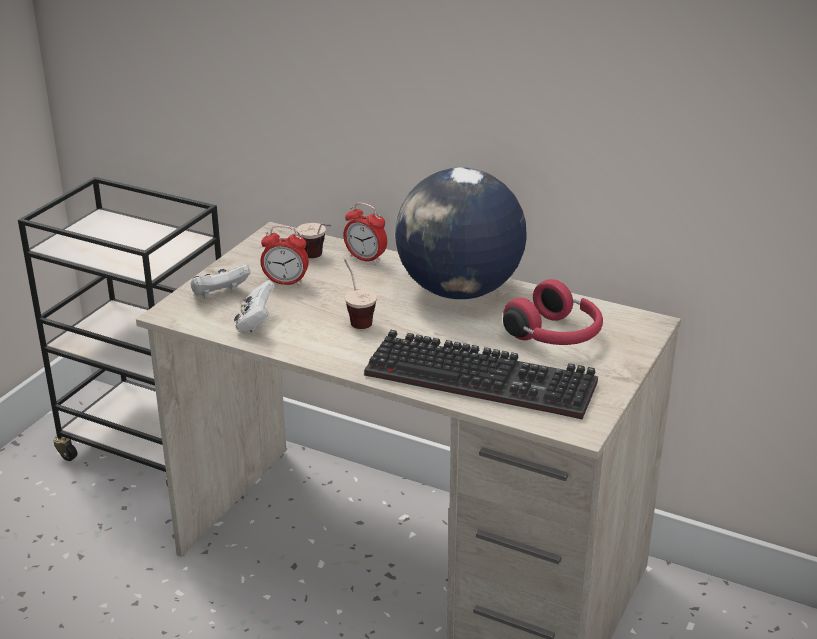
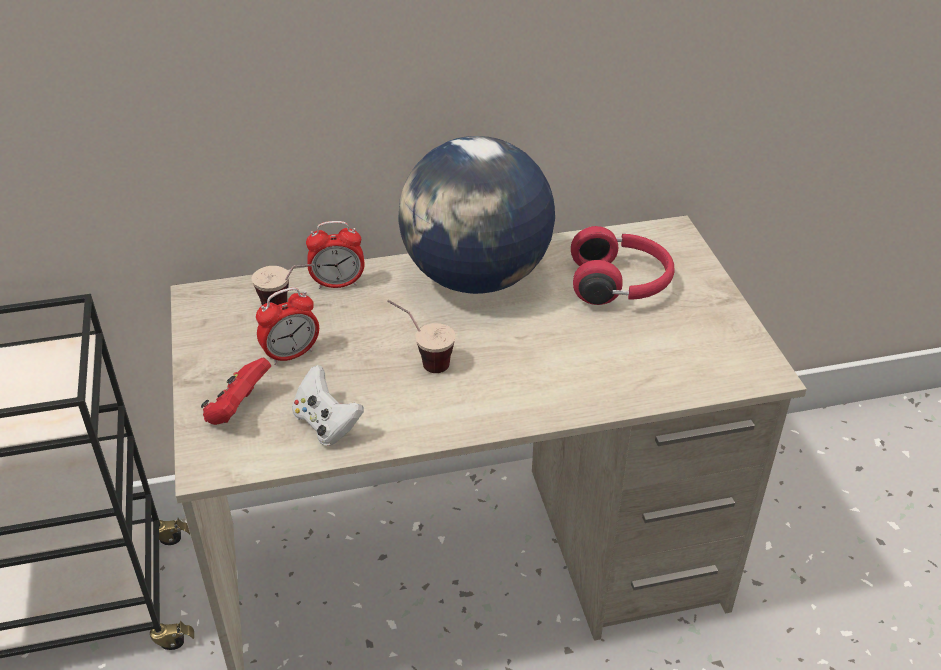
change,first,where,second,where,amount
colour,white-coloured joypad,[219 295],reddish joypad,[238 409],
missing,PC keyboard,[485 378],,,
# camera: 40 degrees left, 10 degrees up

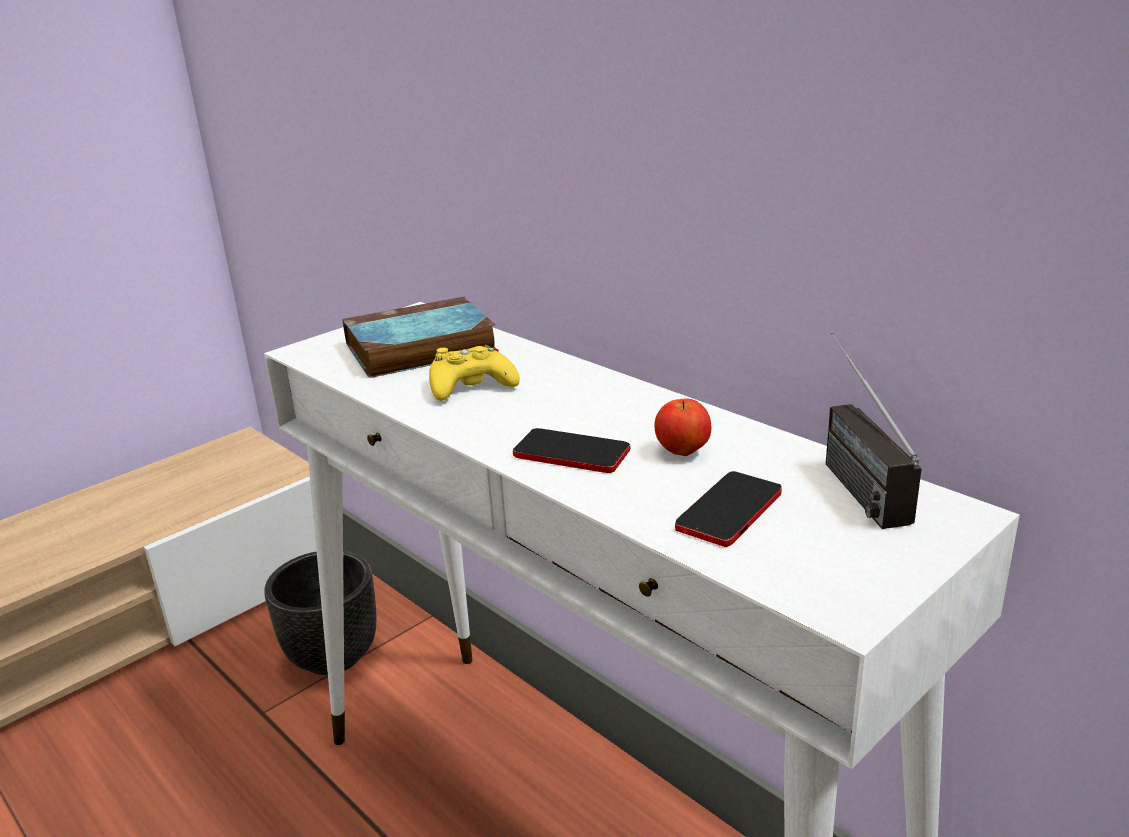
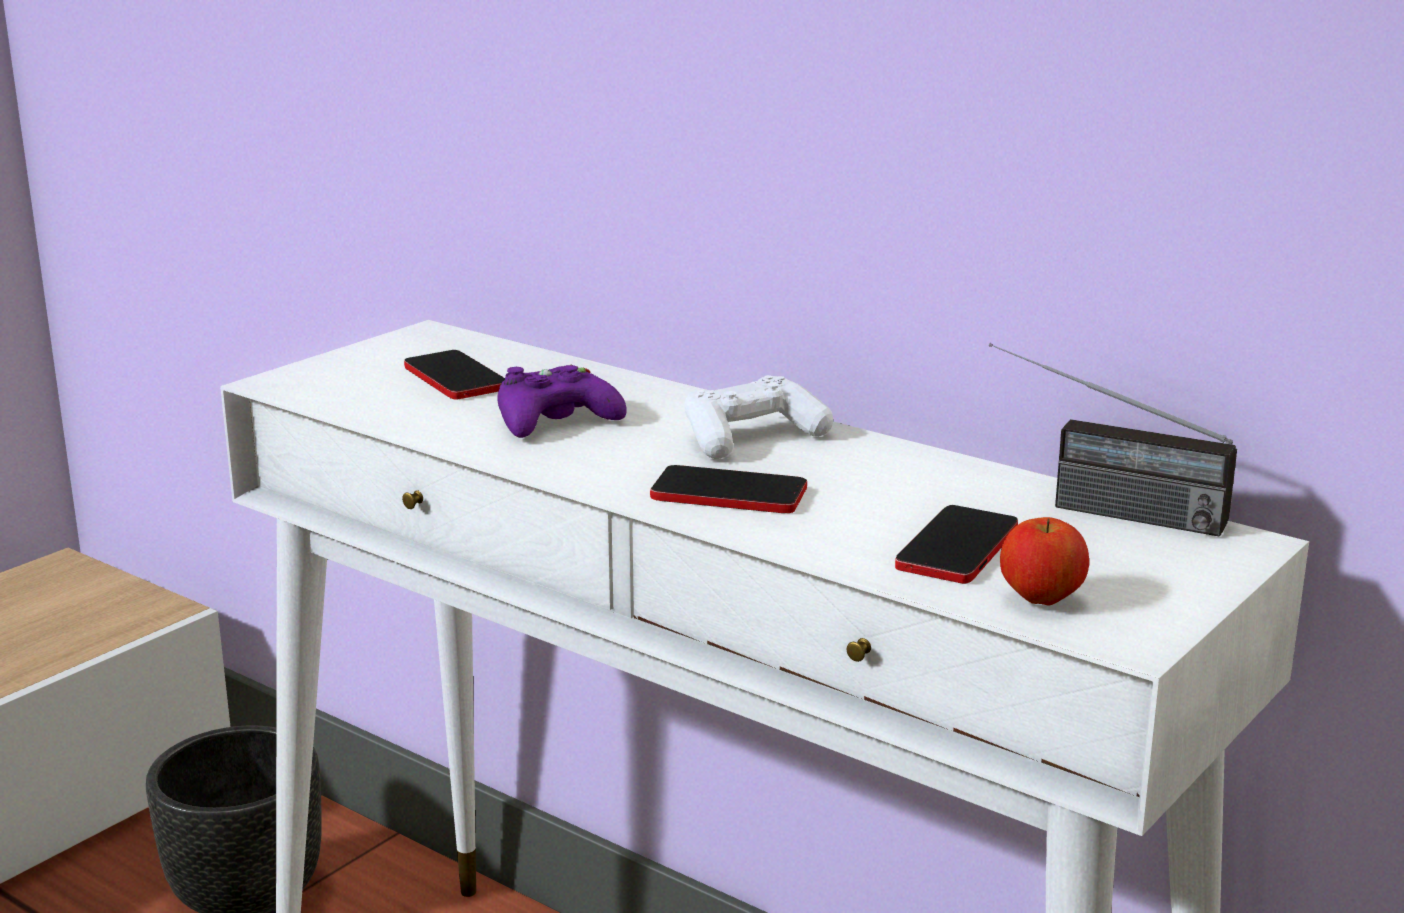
change,first,where,second,where,amount
exchanged,volume,[418 349],handset,[455 378],
colour,yellow joypad,[471 386],purple joypad,[555 421],
relocated,apple,[682 451],,[1041 599],
spun,radio set,[848 476],,[1095 508],45 degrees counterclockwise
appeared,,,white-coloured joypad,[751 437],
# camera: 10 degrees left, 5 degrees down

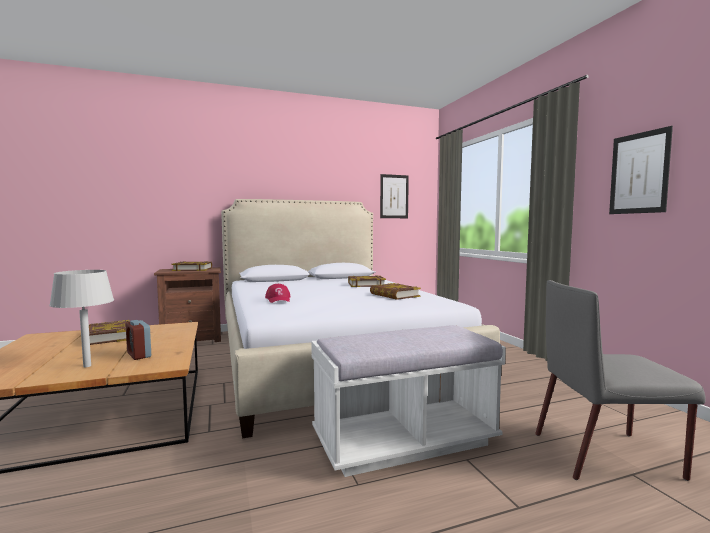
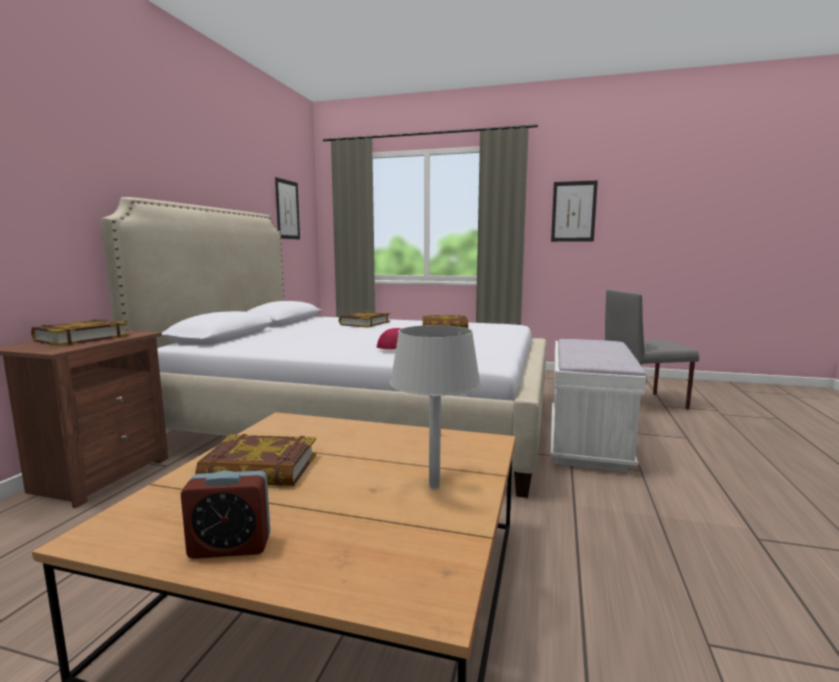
change,first,where,second,where,amount
relocated,bedside clock,[139 355],,[230 547],
spun,gray plain chair,[607 455],,[642 403],45 degrees clockwise
# camera: 55 degrees left, 5 degrees up

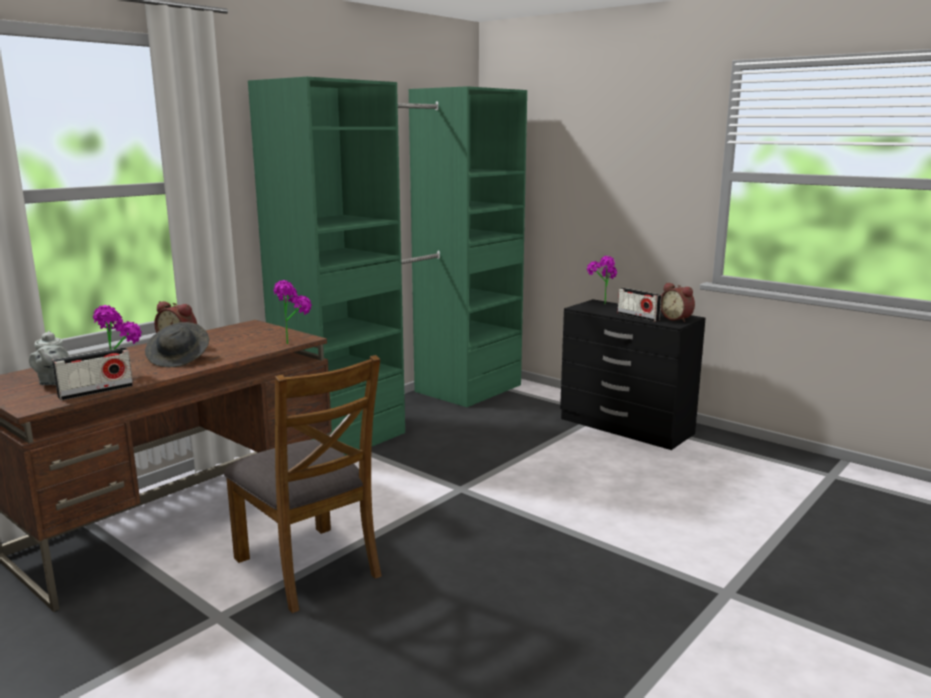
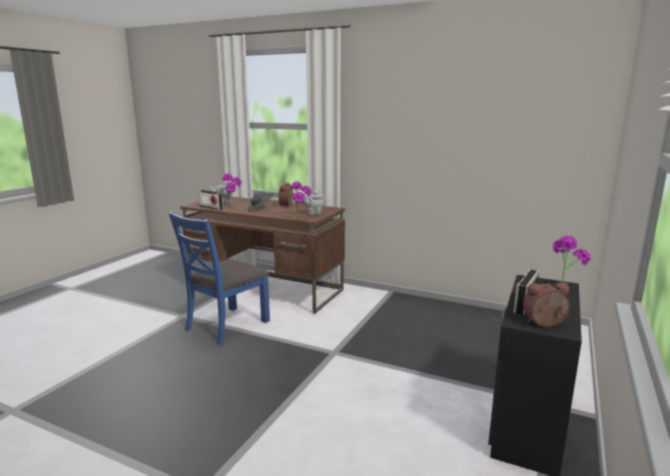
change,first,where,second,where,amount
colour,brown-coloured plain chair,[309 566],blue plain chair,[226 325],
missing,green wardrobe,[411 410],,,
spun,bedside clock,[677 319],,[544 324],45 degrees clockwise
appeared,,,gray teapot,[312 213],
# camera: 75 degrees right, 0 degrees up

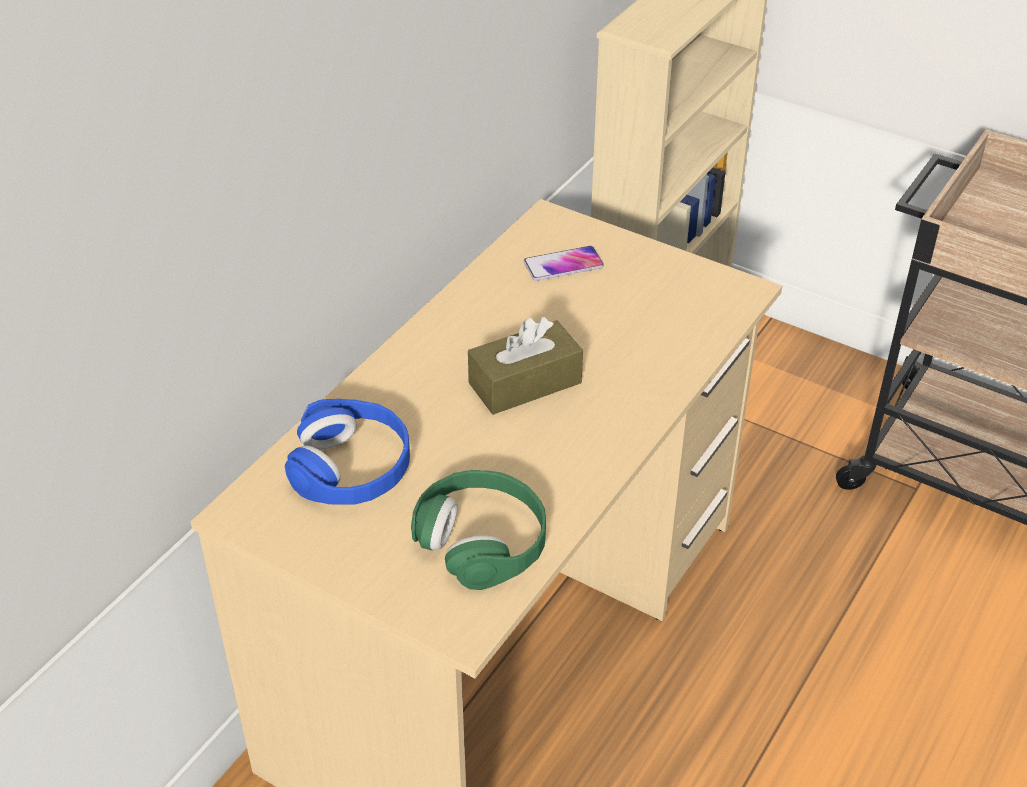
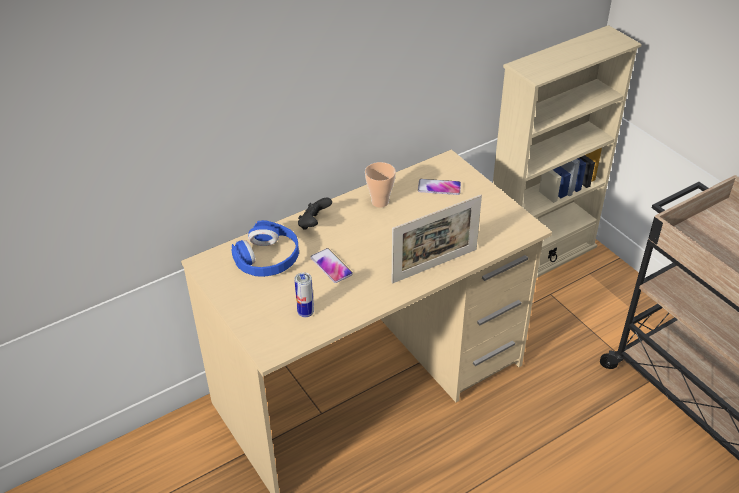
change,first,where,second,where,amount
exchanged,green headphones,[482 540],metal can,[305 312],
missing,brown-coloured tissue holder,[525 383],,,
appeared,,,blackish joypad,[314 224],
appeared,,,handset,[331 266],
appeared,,,small cup,[380 202],
appeared,,,standing frame,[434 266],
# camera: 25 degrees right, 0 degrees up

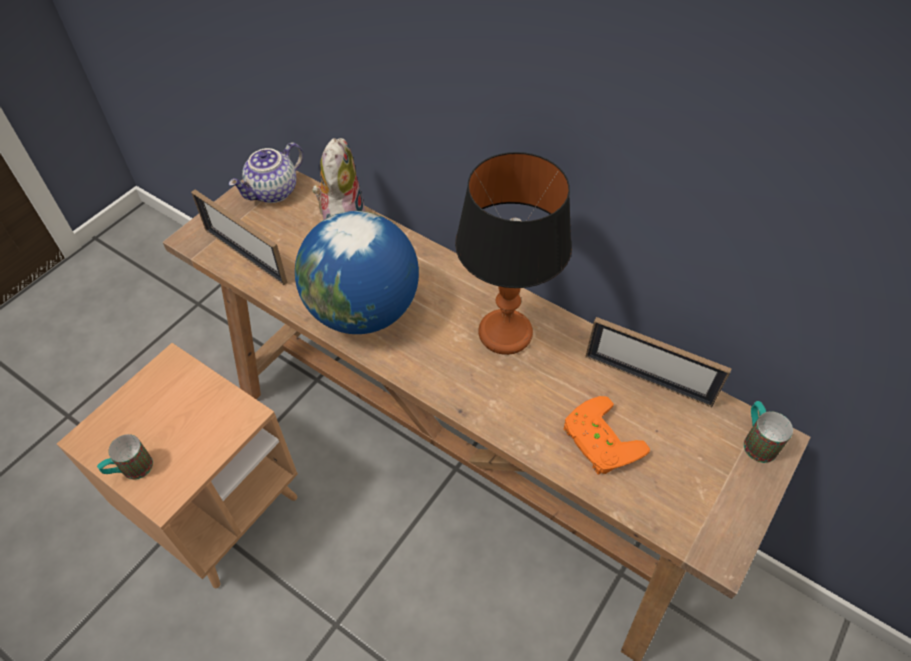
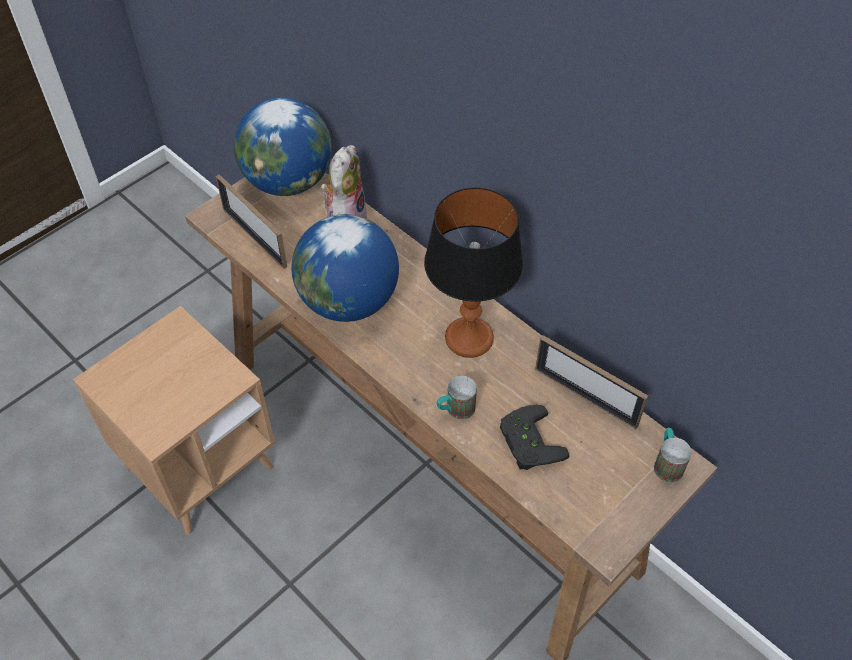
change,first,where,second,where,amount
relocated,coffee mug,[131 470],,[455 410],
exchanged,teapot,[273 192],world globe,[288 181],
colour,orange-coloured joypad,[598 441],blackish joypad,[527 442],
# camera: 10 degrees right, 0 degrees up

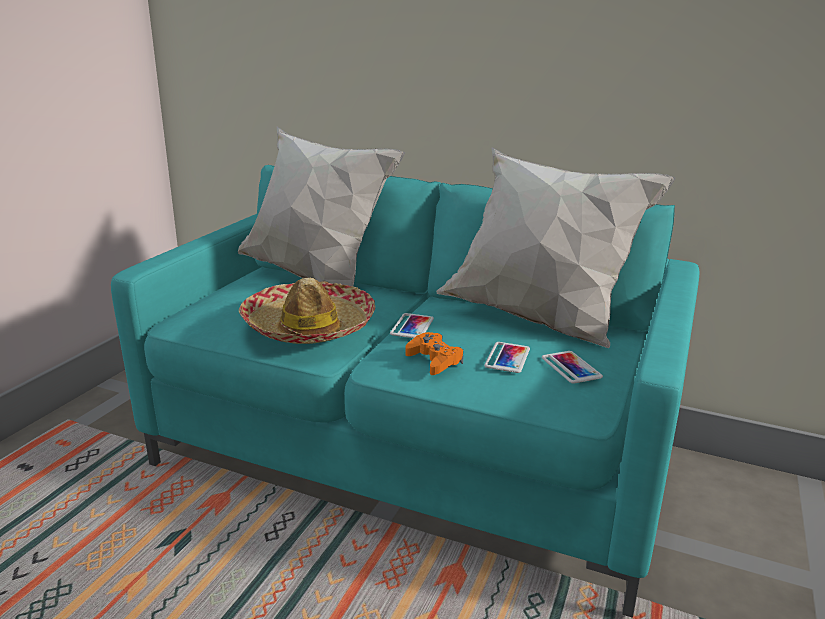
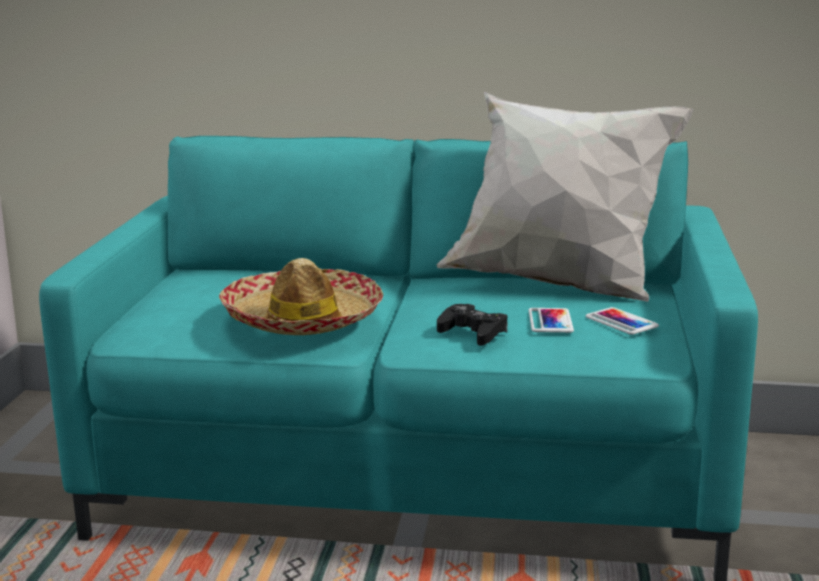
change,first,where,second,where,amount
missing,white-coloured throw pillow,[314 278],,,
missing,handset,[412 326],,,
colour,orange-coloured joypad,[434 360],blackish joypad,[473 333],
# camera: 15 degrees left, 5 degrees down

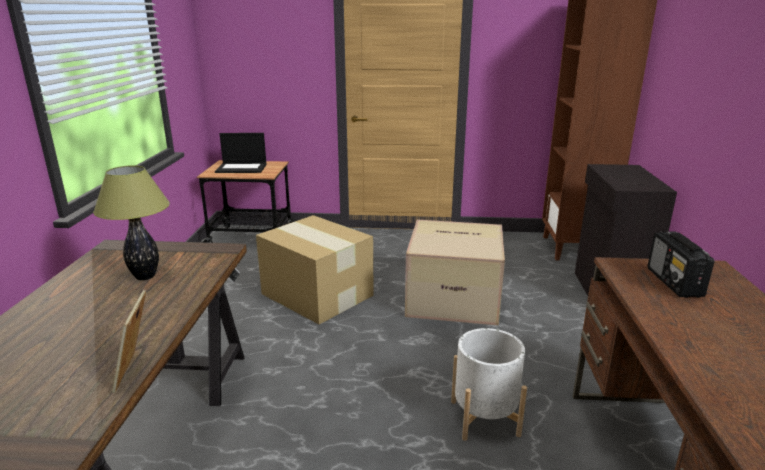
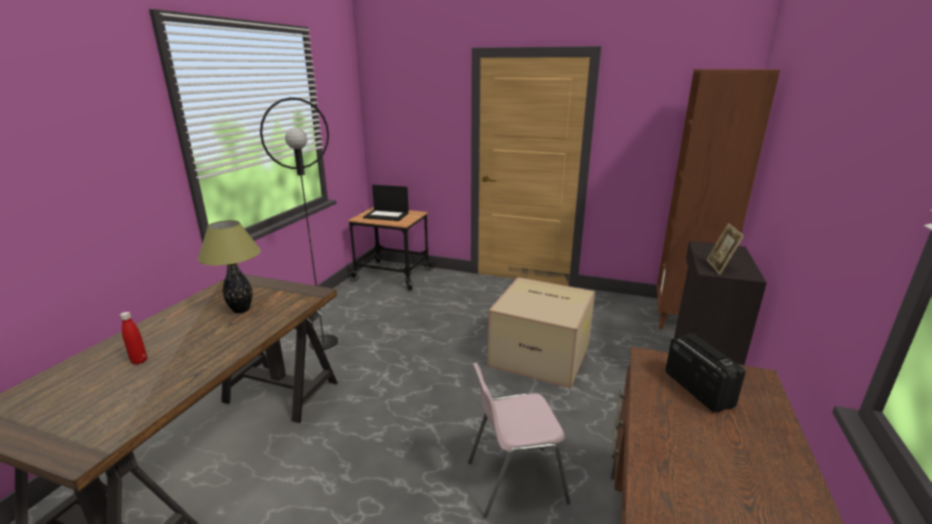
change,first,where,second,where,amount
relocated,standing frame,[135 371],,[719 267],
missing,cardboard box,[317 294],,,
exchanged,white-coloured flower pot,[484 418],pink plain chair,[514 480],
spun,radio set,[674 283],,[697 389],150 degrees clockwise
appeared,,,reddish beverage bottle,[139 361],
appeared,,,blackish floor lamp,[323 342],
# camera: 15 degrees right, 0 degrees up

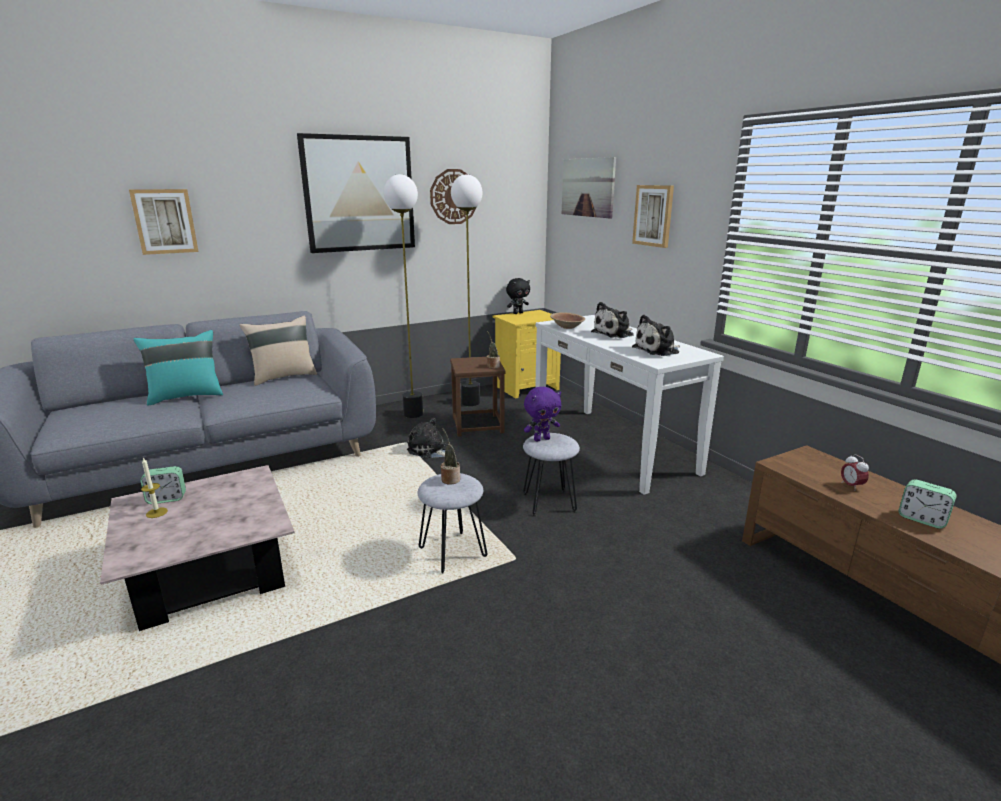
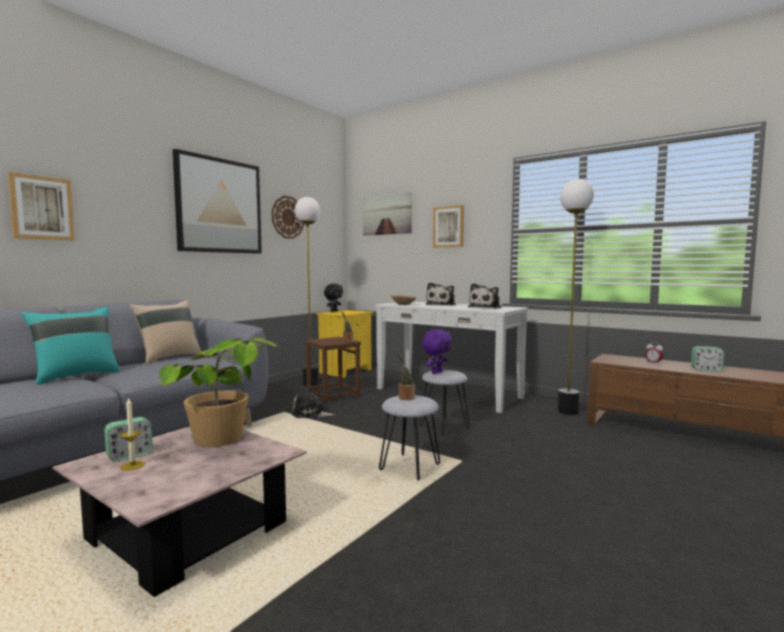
change,first,where,second,where,amount
relocated,floor lamp,[413 414],,[568 411],
appeared,,,houseplant,[225 446],
# camera: 25 degrees left, 15 degrees down

